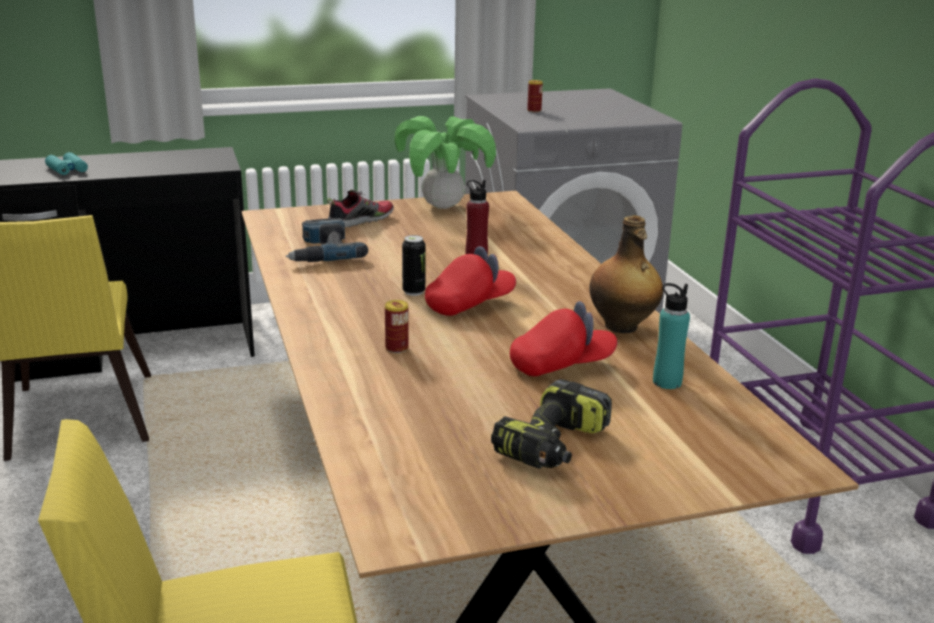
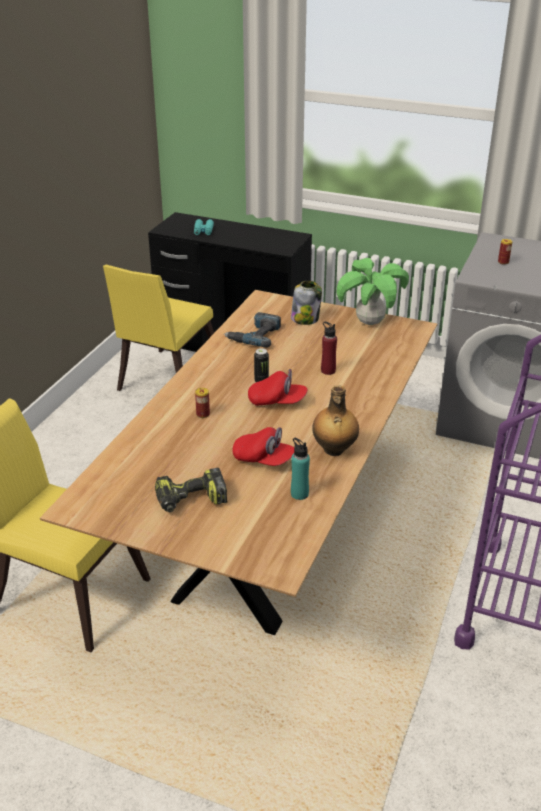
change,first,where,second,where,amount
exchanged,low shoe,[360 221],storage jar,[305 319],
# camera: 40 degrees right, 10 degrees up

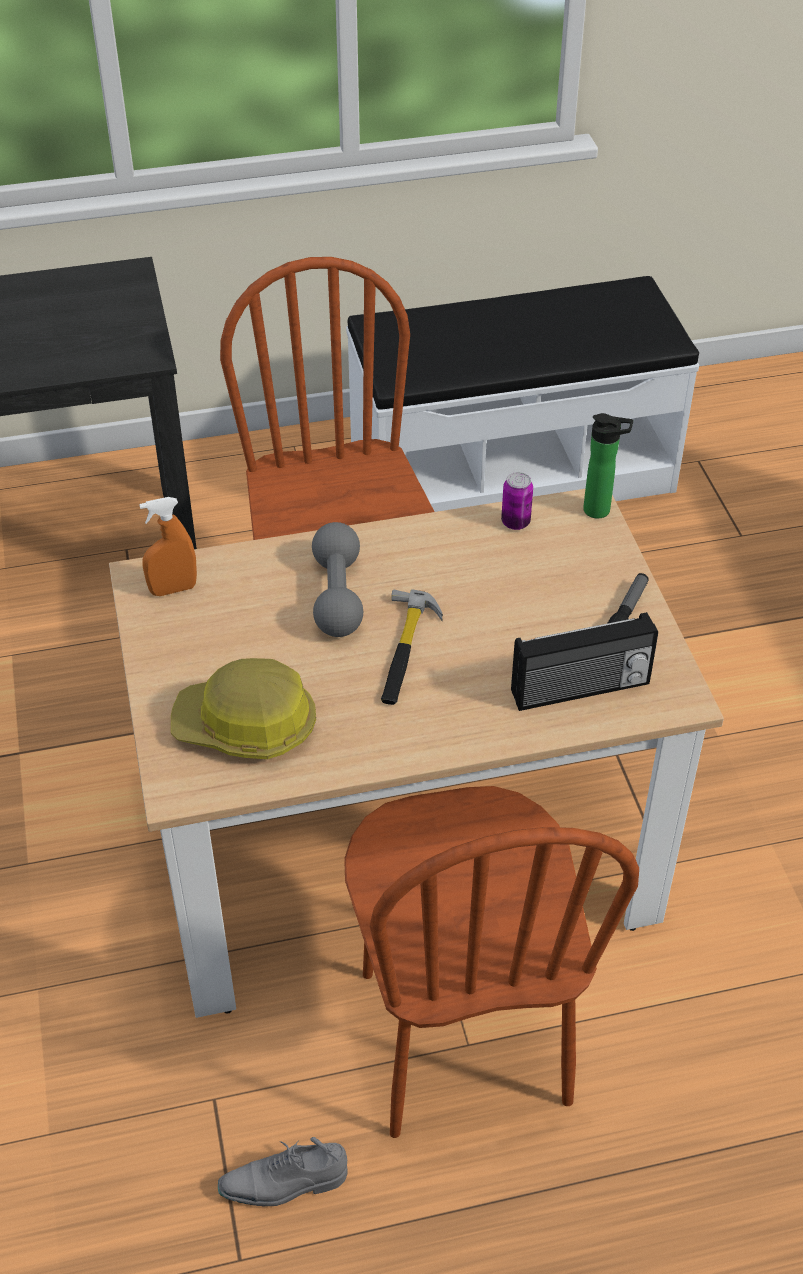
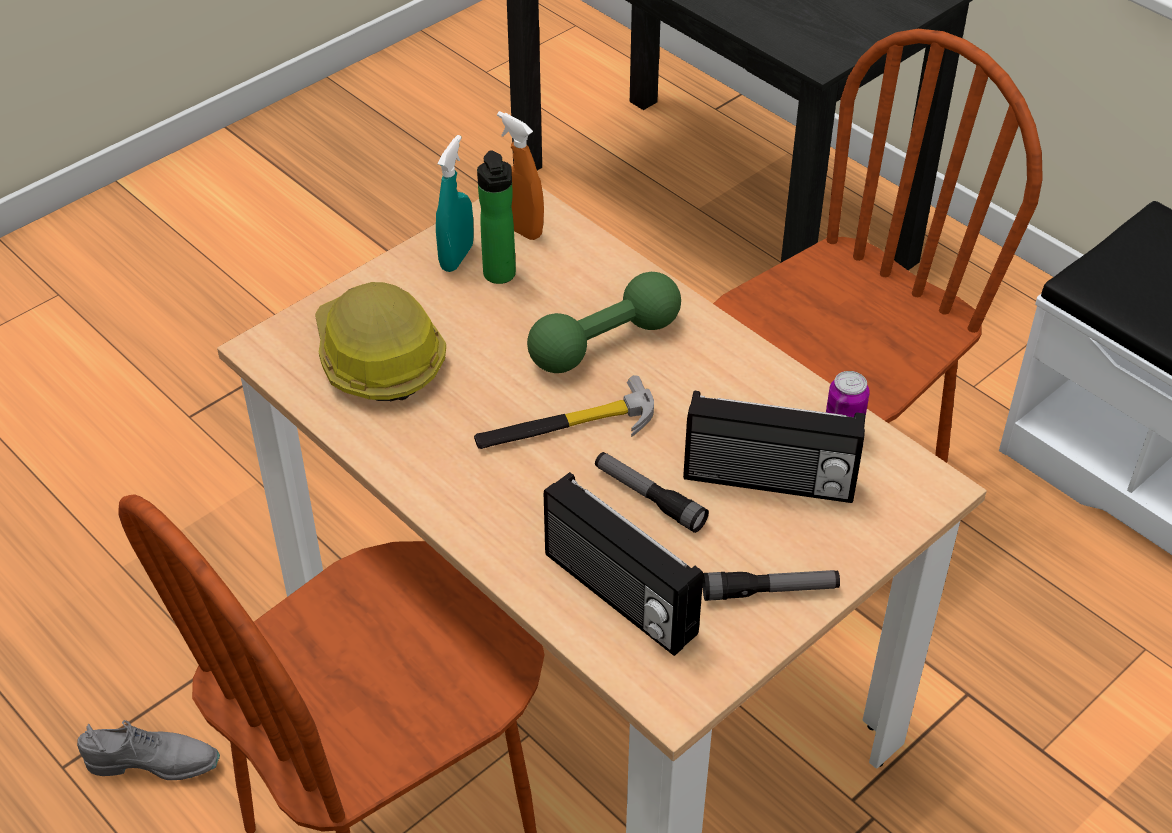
change,first,where,second,where,amount
spun,gray low shoe,[284 1183],,[153 763],135 degrees clockwise
colour,gray hand weight,[337 595],green hand weight,[604 343],
relocated,beverage bottle,[601 511],,[500 277],
appeared,,,turquoise hand sprayer,[457 257],
appeared,,,hand torch,[649 498],
appeared,,,radio set,[768 481],
# camera: 60 degrees right, 0 degrees up

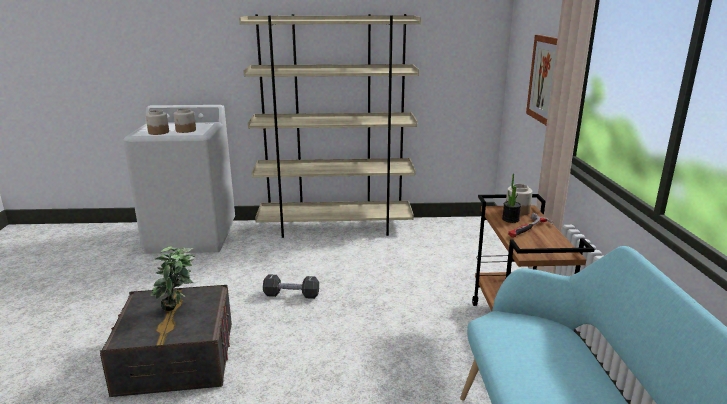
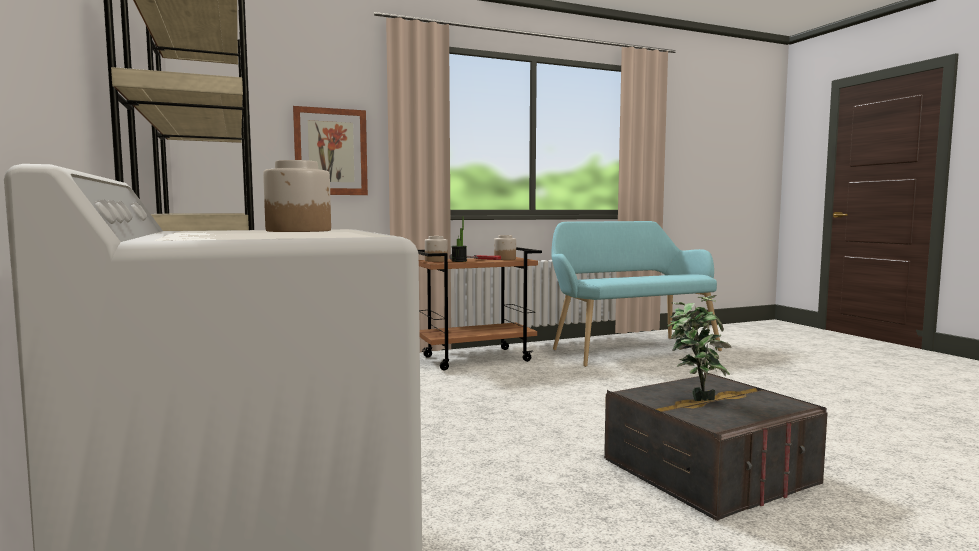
change,first,where,second,where,amount
relocated,storage jar,[158 132],,[504 259],
missing,blackish hand weight,[291 295],,,
# camera: 110 degrees left, 15 degrees down

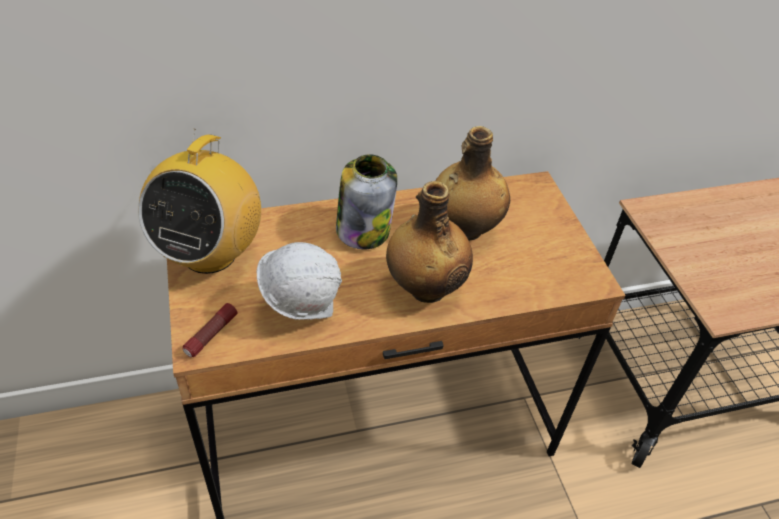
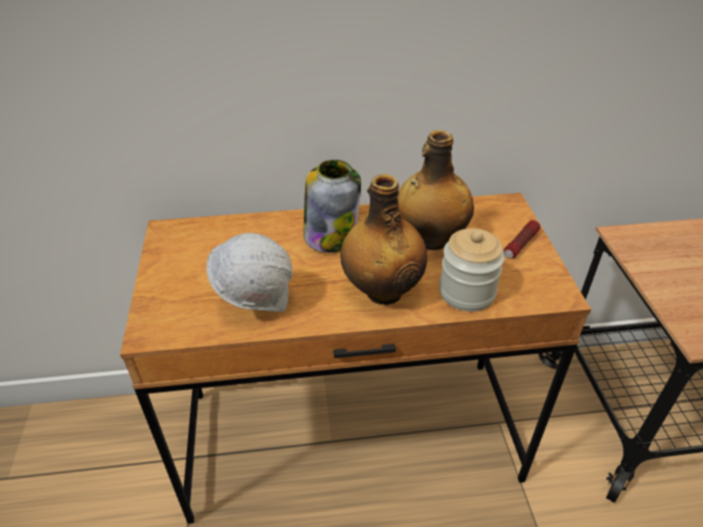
change,first,where,second,where,amount
missing,radio set,[210 253],,,
relocated,hand torch,[211 335],,[520 245],
appeared,,,storage jar,[466 292],
# camera: 10 degrees right, 5 degrees down

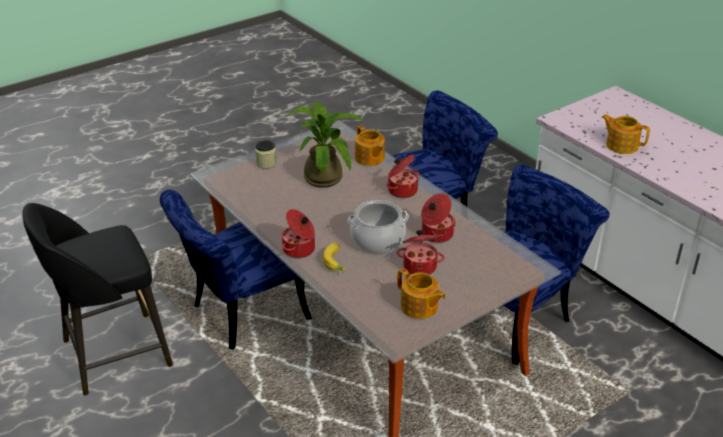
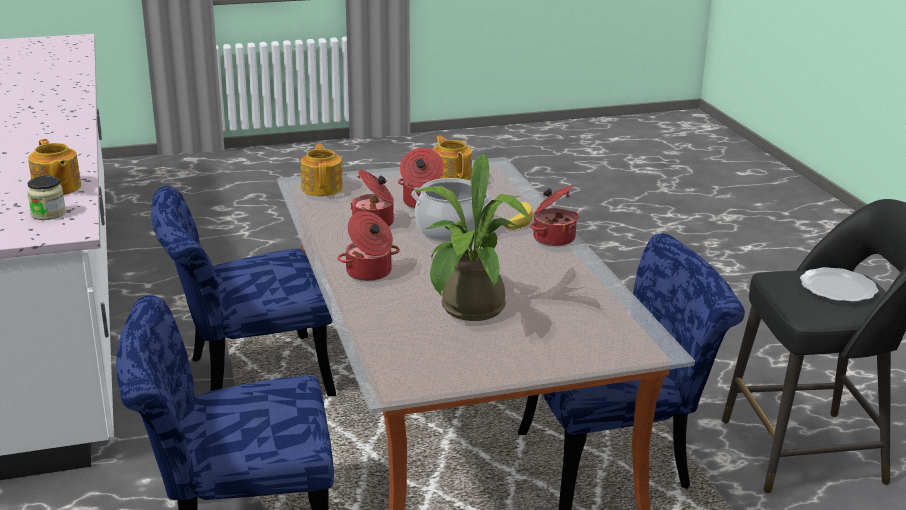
change,first,where,second,where,amount
relocated,storage jar,[266 163],,[48 214],
relocated,teapot,[369 158],,[322 188],
appeared,,,dinner plate,[839 288],
# camera: 160 degrees left, 10 degrees down

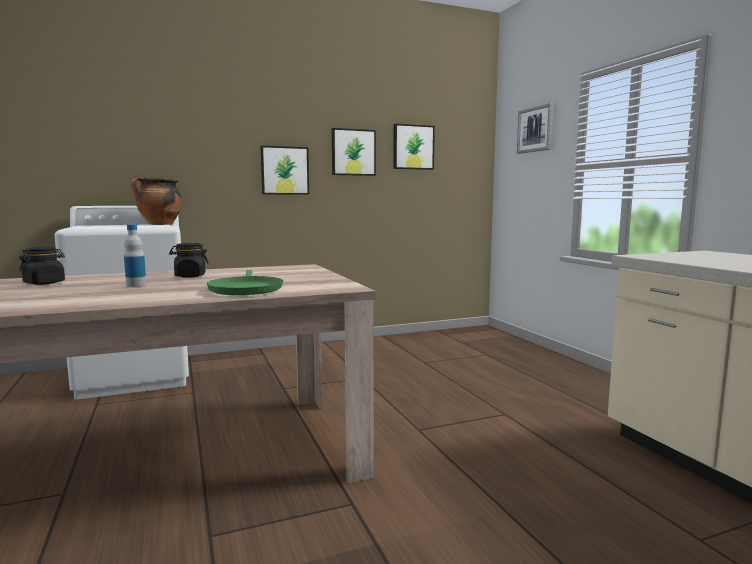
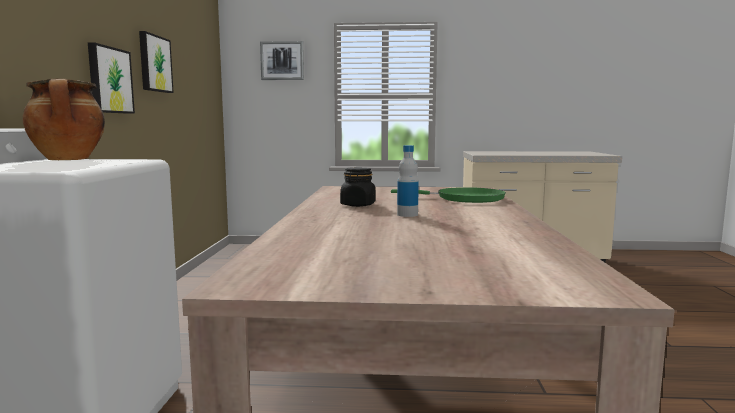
change,first,where,second,where,amount
missing,blackish storage jar,[44 283],,,
missing,picture,[413 147],,,
# camera: 65 degrees left, 0 degrees up

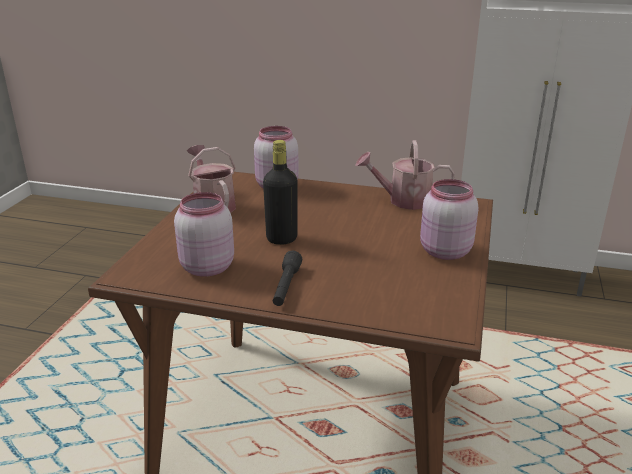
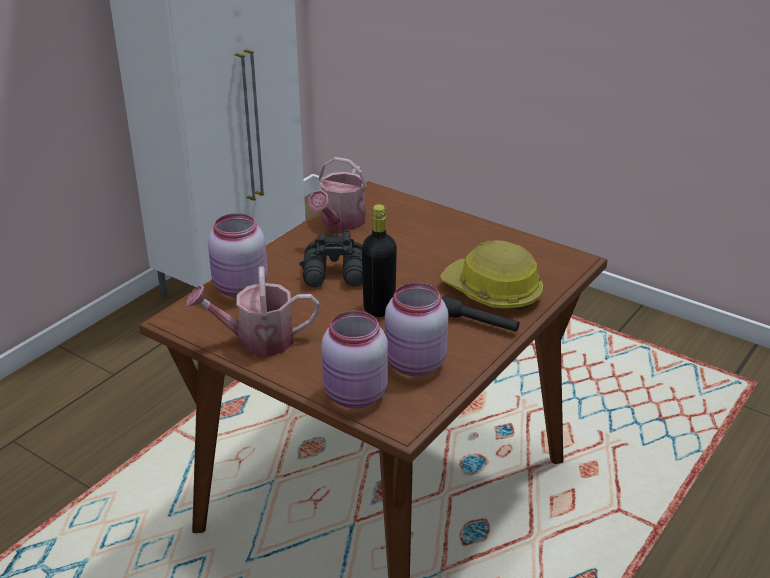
change,first,where,second,where,amount
relocated,pink storage jar,[443 252],,[355 396],
appeared,,,blackish binoculars,[336 274],
appeared,,,safety helmet,[492 292],
# camera: 70 degrees left, 5 degrees up

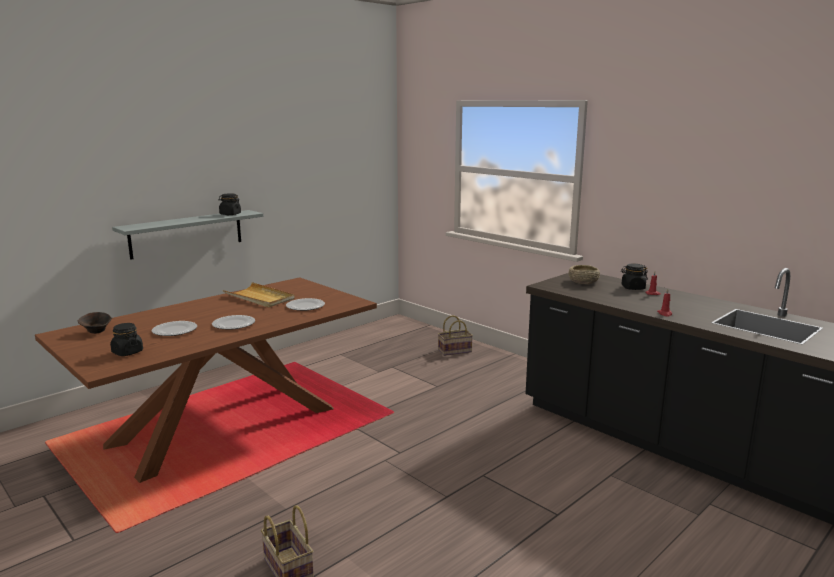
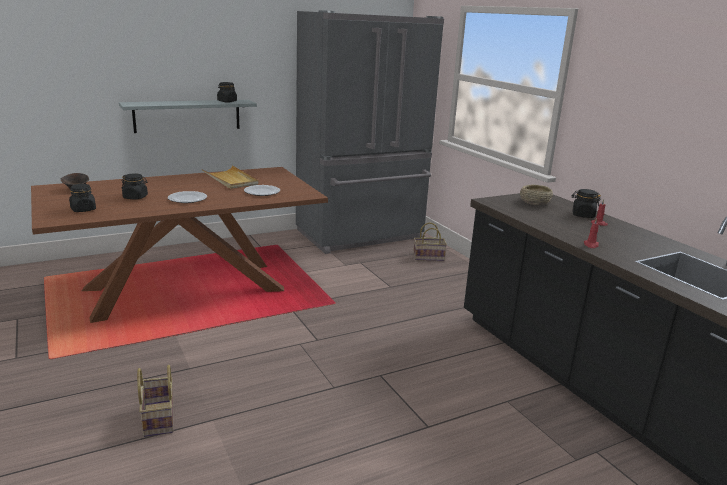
change,first,where,second,where,amount
exchanged,dinner plate,[174 330],blackish storage jar,[135 197],
appeared,,,gray fridge,[362 235],
# camera: 15 degrees right, 5 degrees up

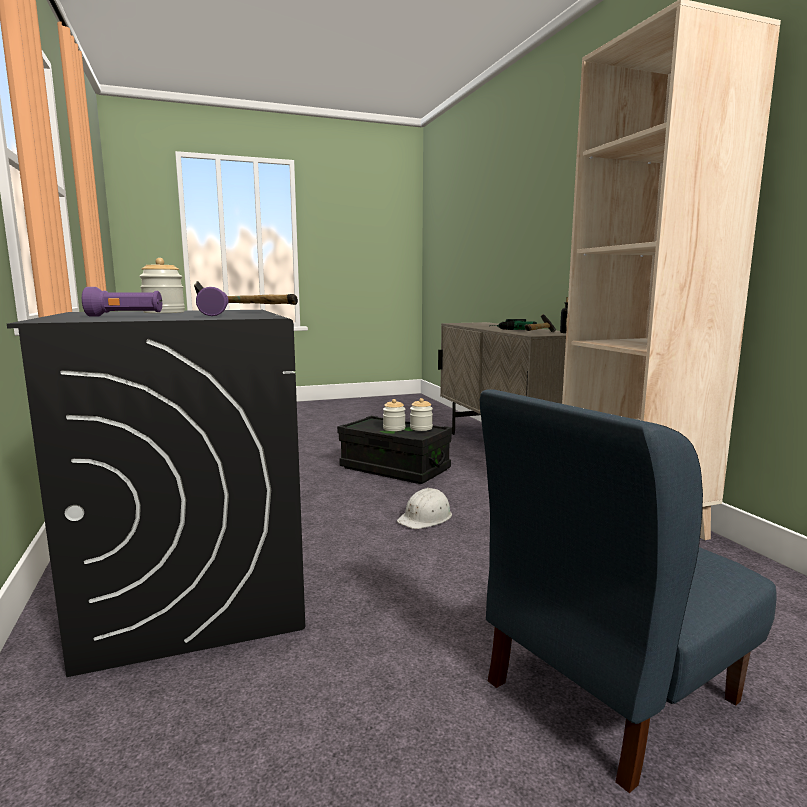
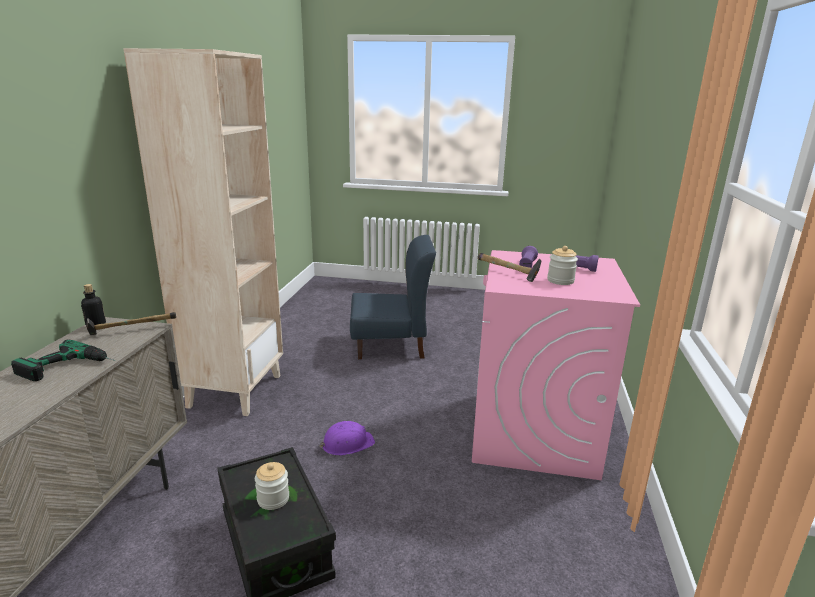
change,first,where,second,where,amount
colour,blackish laundry machine,[192 592],pink laundry machine,[534 432],
colour,white-coloured safety helmet,[426 518],purple safety helmet,[347 444],
missing,storage jar,[421 428],,,
# camera: 150 degrees left, 10 degrees up

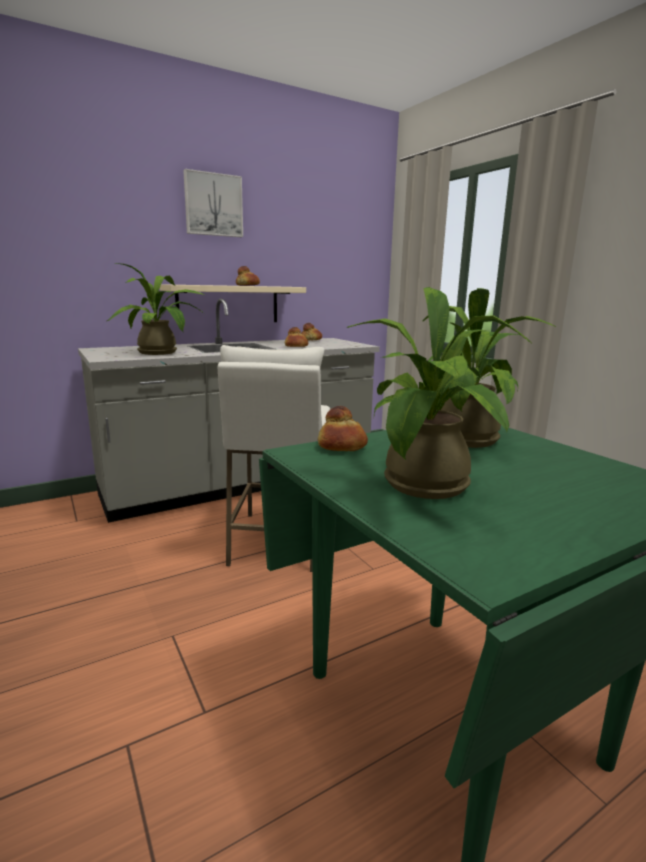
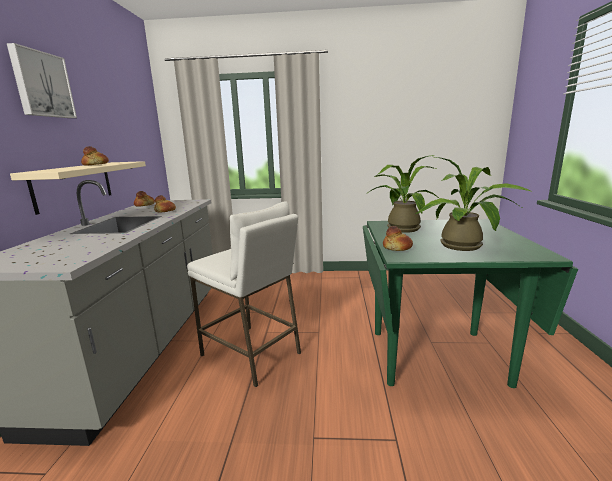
change,first,where,second,where,amount
missing,houseplant,[162 353],,,
# camera: 55 degrees left, 0 degrees up

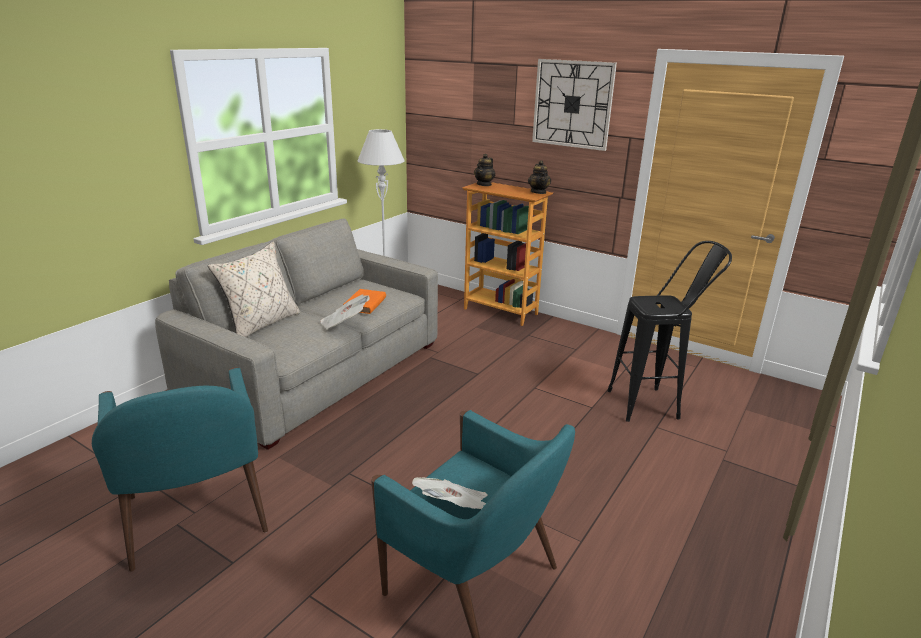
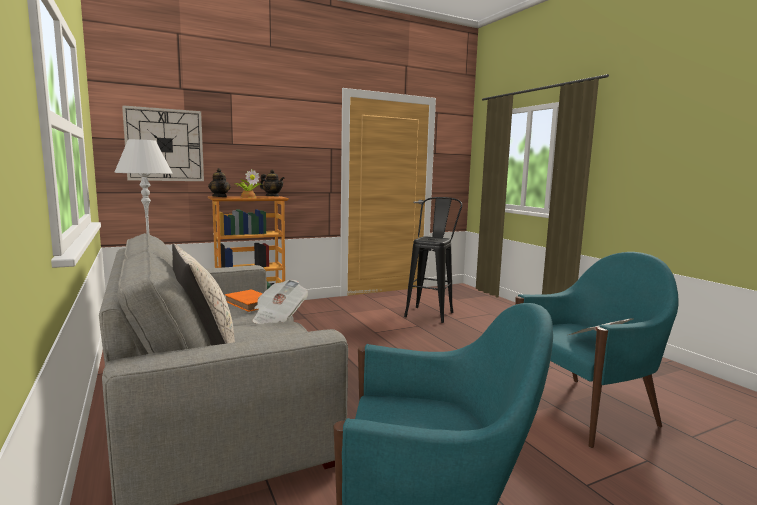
change,first,where,second,where,amount
relocated,clock on the wall,[572 104],,[164 145],
appeared,,,houseplant,[248 197],
# camera: 60 degrees left, 15 degrees down

